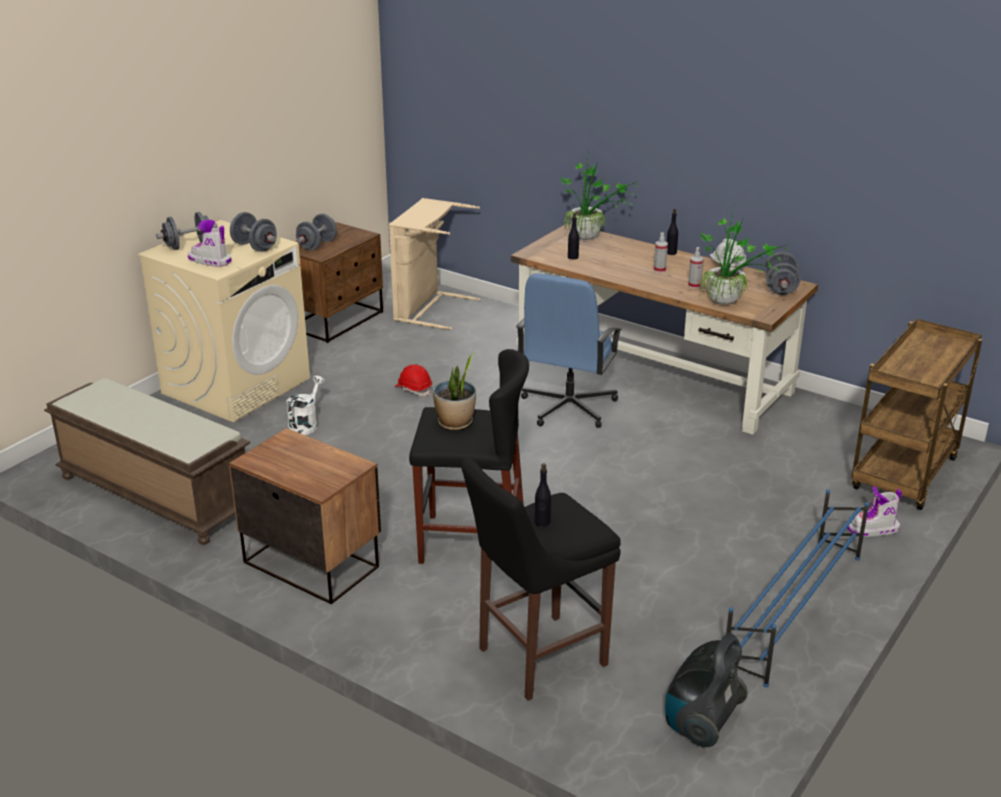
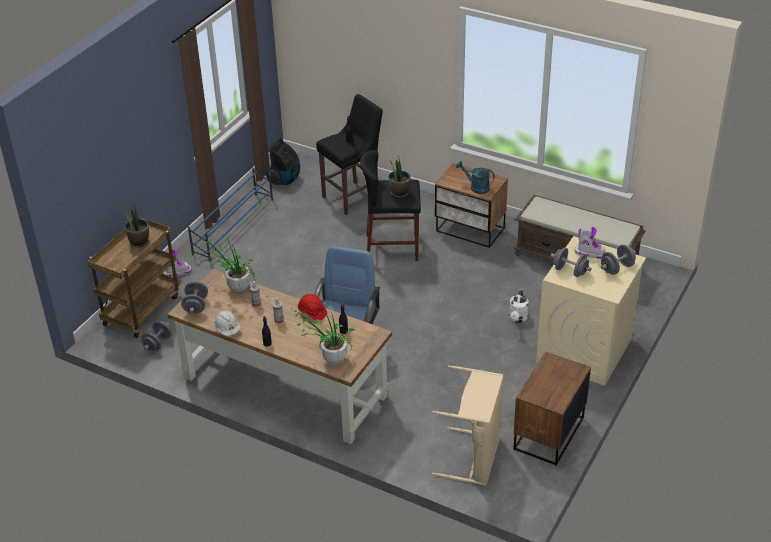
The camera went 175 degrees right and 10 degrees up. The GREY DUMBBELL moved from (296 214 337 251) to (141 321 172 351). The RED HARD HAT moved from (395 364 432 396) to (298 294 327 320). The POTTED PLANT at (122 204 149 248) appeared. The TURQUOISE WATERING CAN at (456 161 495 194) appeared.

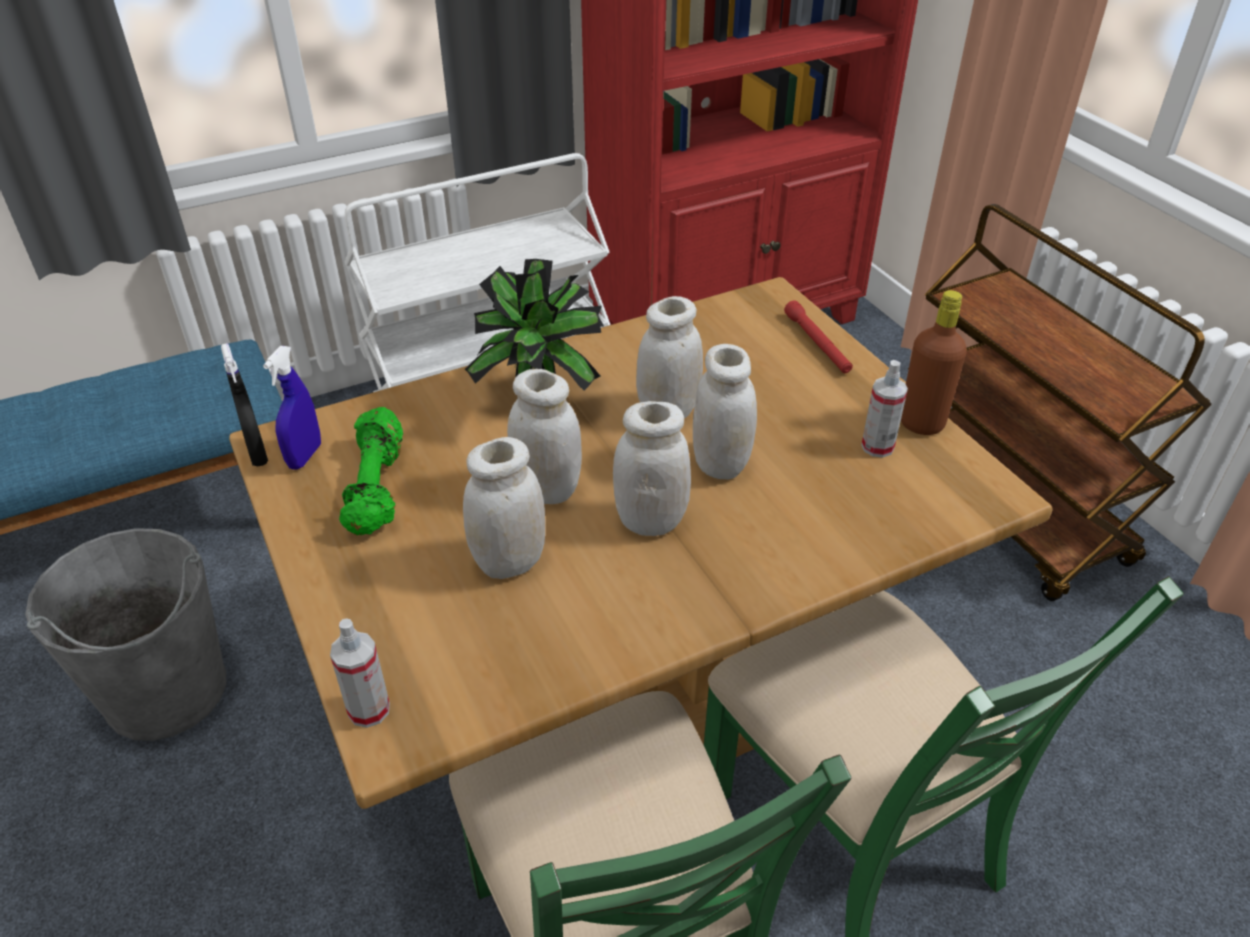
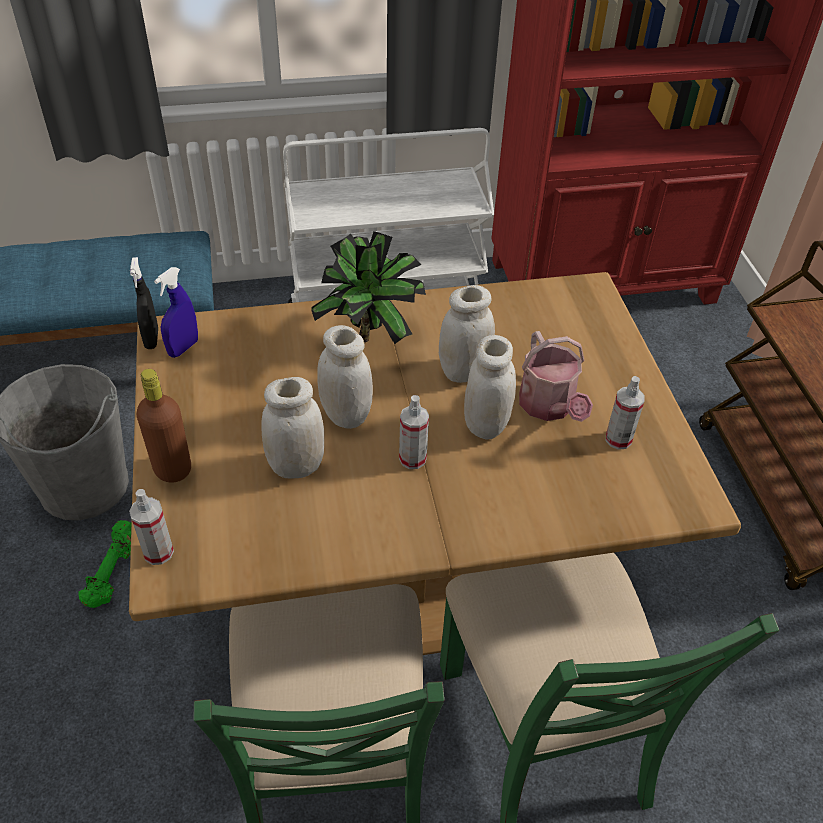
The camera went 15 degrees right and 5 degrees up. The GREEN DUMBBELL moved from (339 407 403 535) to (78 520 131 608). The WHITE JAR at (613 401 691 536) was replaced by the SPRAY BOTTLE at (399 395 429 469). The RED FLASHLIGHT at (784 300 853 373) disappeared. The BROWN BOTTLE moved from (901 290 967 435) to (136 369 191 482). The WATERING CAN at (519 331 593 422) appeared.

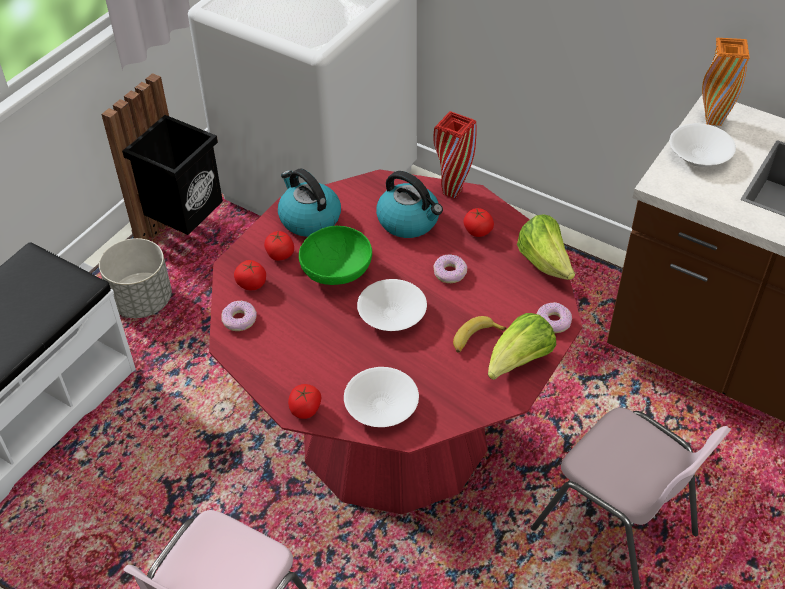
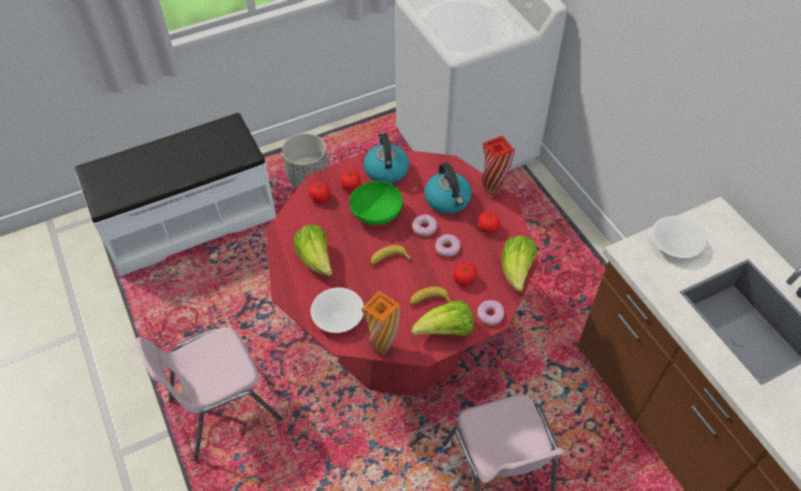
The camera went 30 degrees right and 5 degrees up. The BLACK TRASH CAN at (101 73 223 240) disappeared. The DONUT moved from (221 301 257 331) to (412 214 437 236). The TOMATO moved from (288 384 321 419) to (453 263 477 286). The WHITE BOWL at (357 279 427 331) was replaced by the BANANA at (370 245 413 265). The ORANGE VASE moved from (702 38 750 126) to (361 291 400 356). The LETTUCE at (294 224 333 276) appeared.

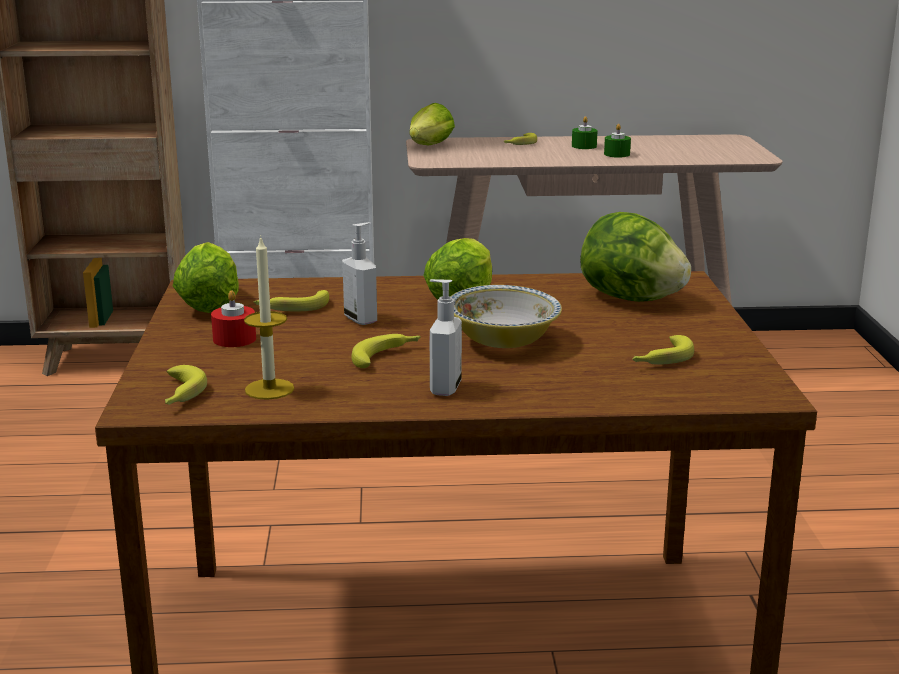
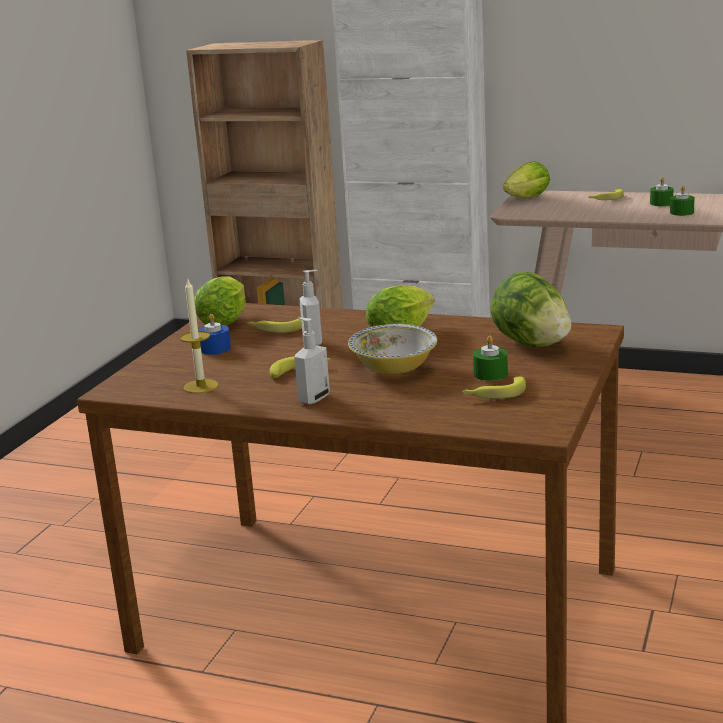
The camera went 25 degrees right and 0 degrees up. The BANANA at (165 365 207 405) disappeared. The RED CANDLE at (211 290 256 347) became the BLUE CANDLE at (198 314 231 355). The GREEN CANDLE at (473 336 508 381) appeared.

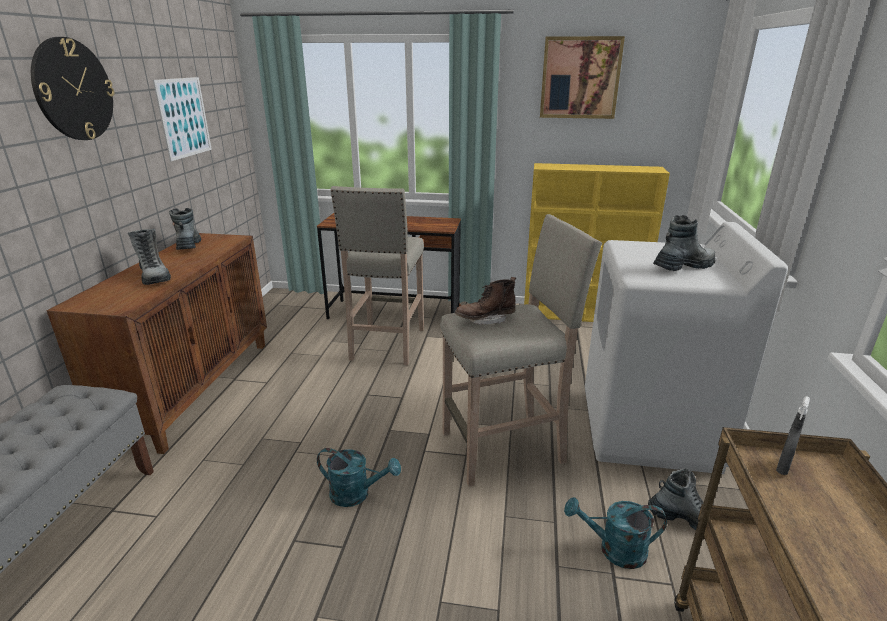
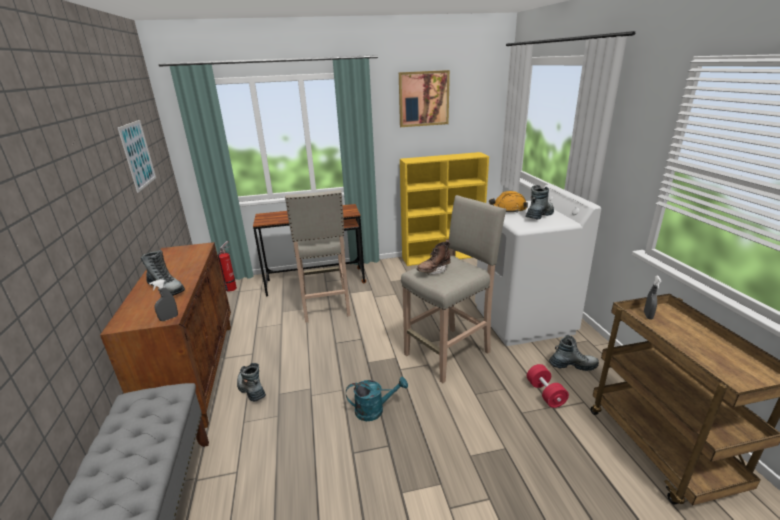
The camera went 20 degrees left and 0 degrees up. The WALL CLOCK at (31 37 114 140) disappeared. The BOOT moved from (169 208 201 250) to (237 363 266 402). The TURQUOISE WATERING CAN at (564 497 667 569) was replaced by the RED DUMBBELL at (527 364 569 408). The GREY SPRAY BOTTLE at (149 279 178 321) appeared. The FIRE EXTINGUISHER at (218 241 237 292) appeared. The ORANGE HARD HAT at (489 191 528 212) appeared.

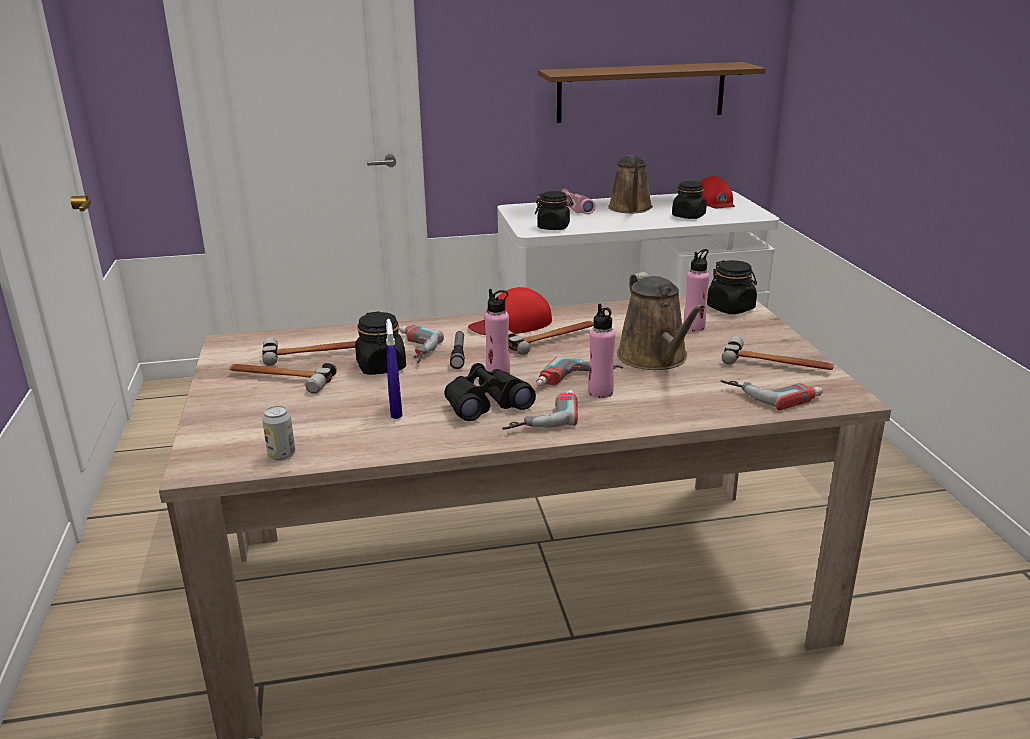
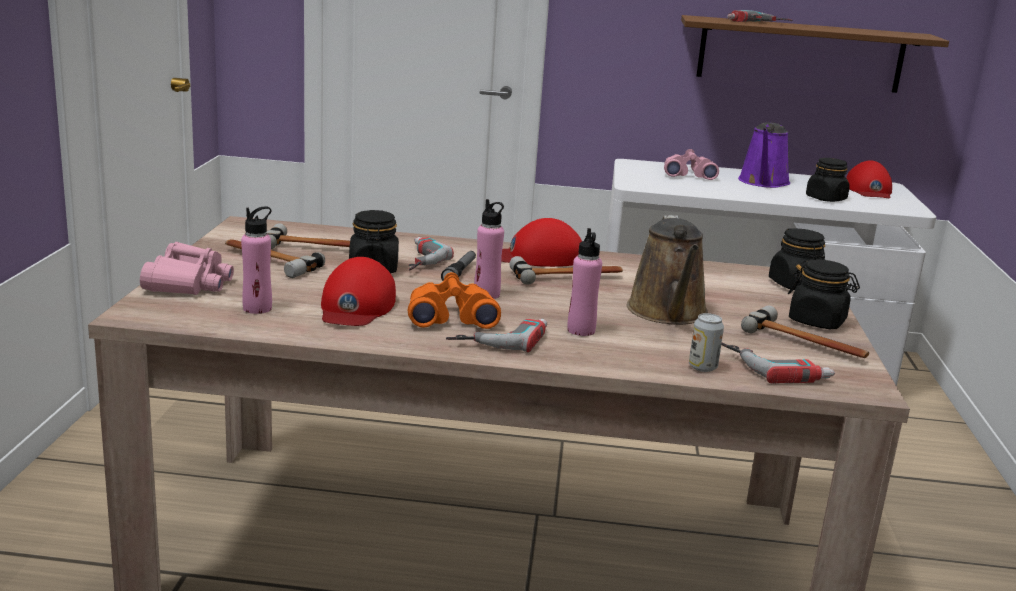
The camera went 15 degrees right and 5 degrees down. The CAN moved from (262 406 295 461) to (689 313 724 372). The BLUE SPRAY BOTTLE at (386 319 402 419) was replaced by the RED CAP at (321 257 396 326). The BLACK BINOCULARS at (444 363 536 421) became the ORANGE BINOCULARS at (408 272 501 329). The BLACK JAR moved from (535 191 574 230) to (788 260 860 329). The POWER DRILL moved from (536 356 623 387) to (727 10 793 22). The BROWN WATERING CAN at (608 156 653 213) became the PURPLE WATERING CAN at (738 122 790 188). The PINK BOTTLE moved from (683 249 709 332) to (241 206 272 314). The PINK BINOCULARS at (140 242 234 295) appeared.

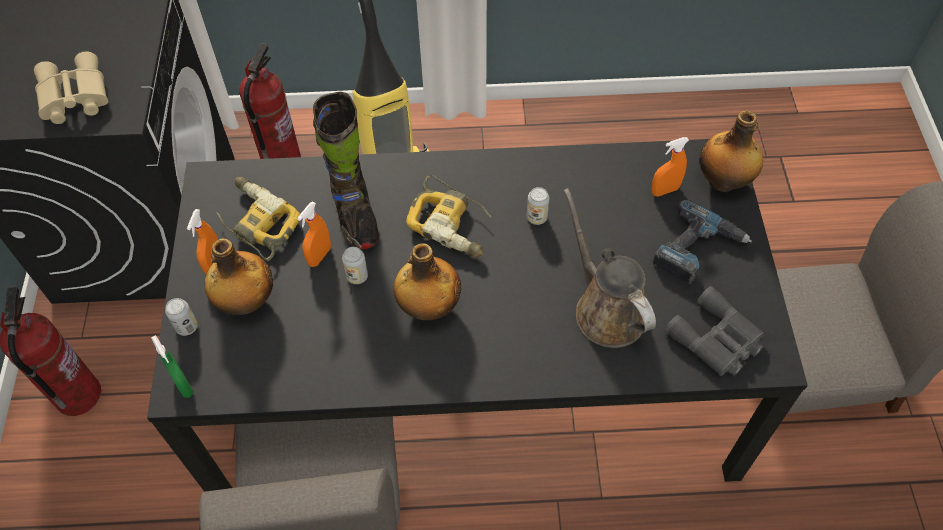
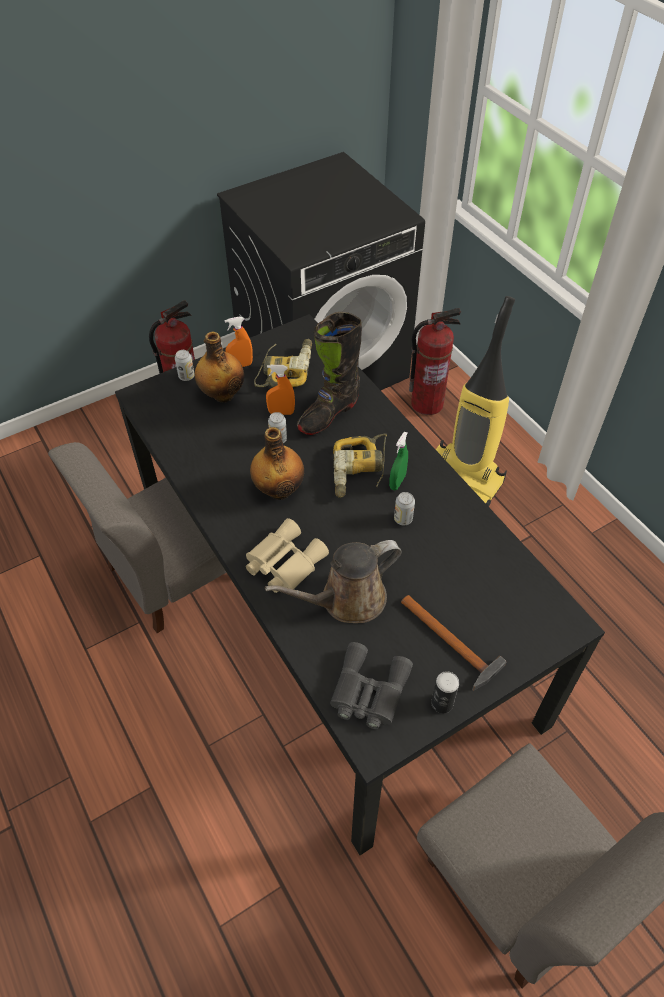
The camera went 60 degrees right and 5 degrees down. The BEIGE BINOCULARS moved from (34 51 108 124) to (246 518 329 593). The GREEN SPRAY BOTTLE moved from (151 335 193 398) to (389 431 408 490). The BROWN WATERING CAN at (564 188 656 348) turned 150 degrees counterclockwise. The ORANGE SPRAY BOTTLE at (651 137 689 196) disappeared. The POWER DRILL at (653 200 752 284) was replaced by the HAMMER at (401 595 507 691). The BOTTLE at (699 110 763 192) disappeared. The CAN at (431 671 459 713) appeared.

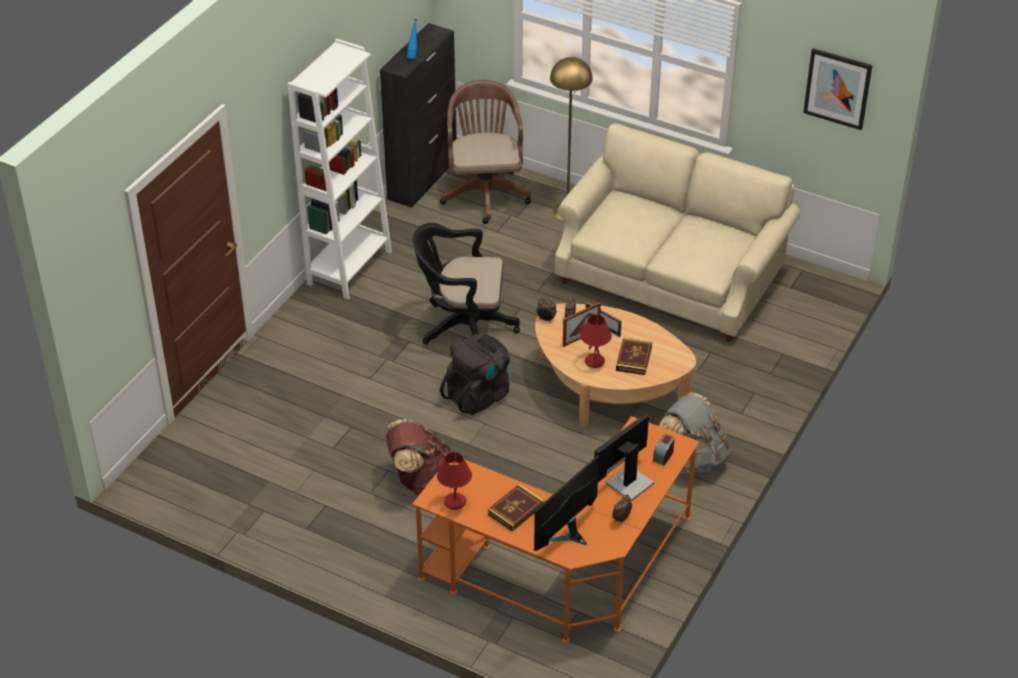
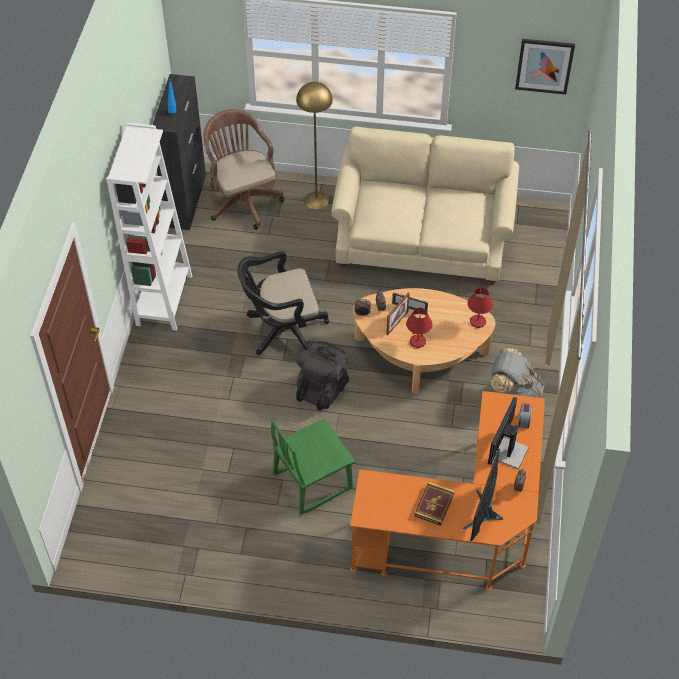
The camera went 20 degrees left and 10 degrees up. The BROWN BACKPACK at (386 419 452 496) was replaced by the GREEN CHAIR at (271 419 356 515). The RED TABLE LAMP moved from (437 452 472 510) to (468 287 493 328). The BOOK at (616 337 652 375) disappeared.

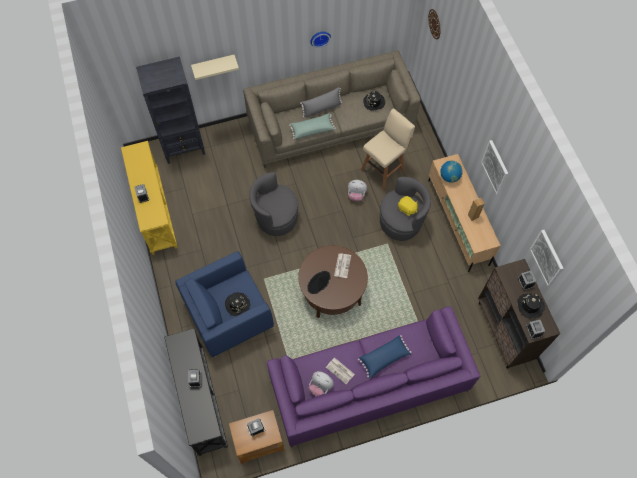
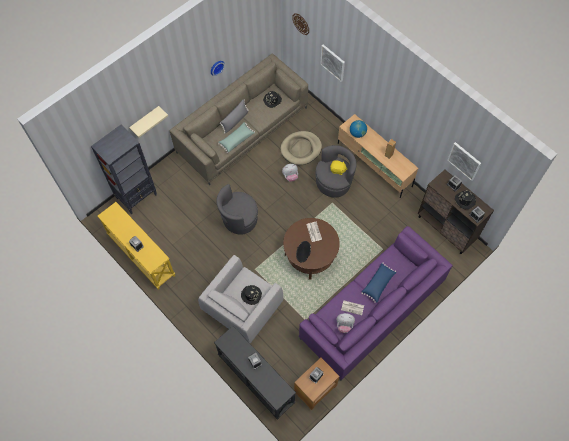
The camera went 25 degrees left and 0 degrees up. The BLUE ARMCHAIR at (175 251 274 357) became the GREY ARMCHAIR at (198 255 284 343). The BEIGE STOOL at (361 108 415 190) was replaced by the BEIGE DOG BED at (280 131 322 165). The PICTURE moved from (481 140 508 195) to (320 44 345 82).

